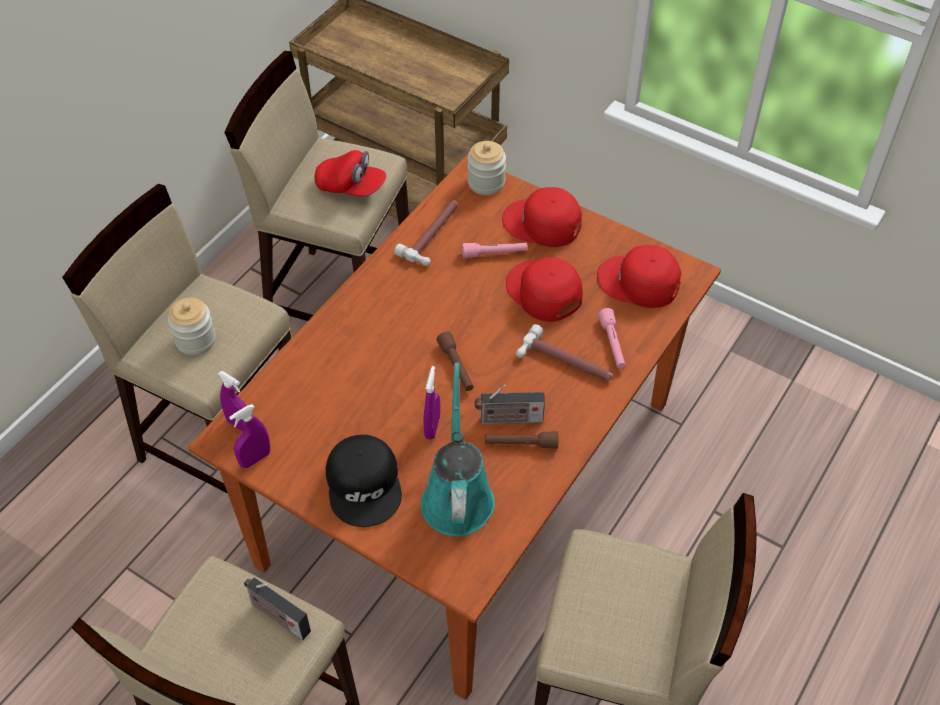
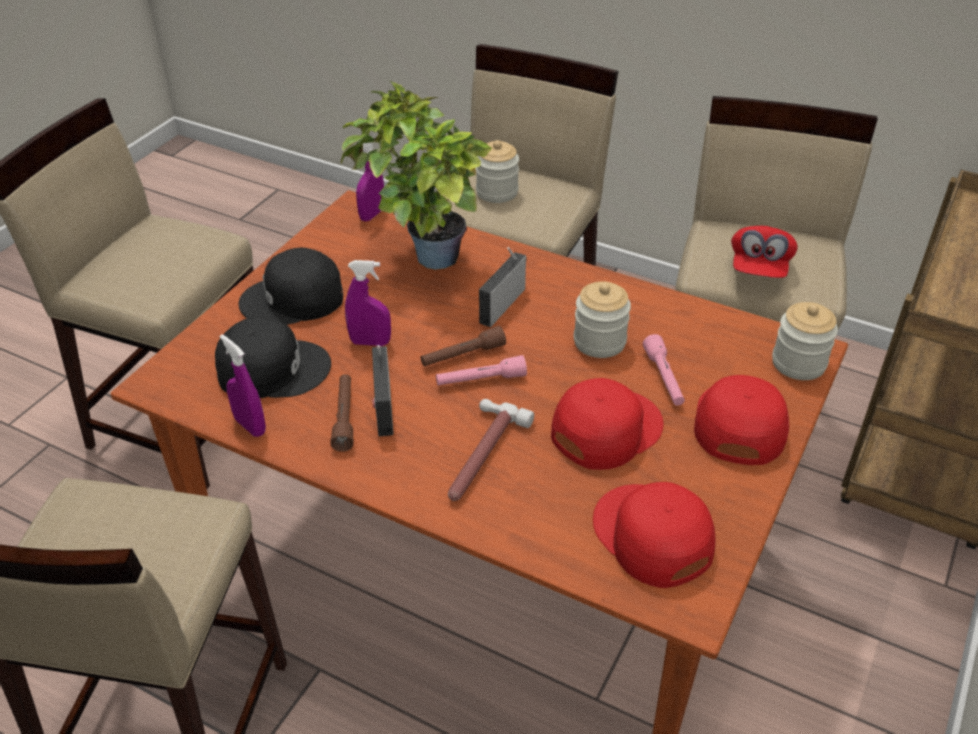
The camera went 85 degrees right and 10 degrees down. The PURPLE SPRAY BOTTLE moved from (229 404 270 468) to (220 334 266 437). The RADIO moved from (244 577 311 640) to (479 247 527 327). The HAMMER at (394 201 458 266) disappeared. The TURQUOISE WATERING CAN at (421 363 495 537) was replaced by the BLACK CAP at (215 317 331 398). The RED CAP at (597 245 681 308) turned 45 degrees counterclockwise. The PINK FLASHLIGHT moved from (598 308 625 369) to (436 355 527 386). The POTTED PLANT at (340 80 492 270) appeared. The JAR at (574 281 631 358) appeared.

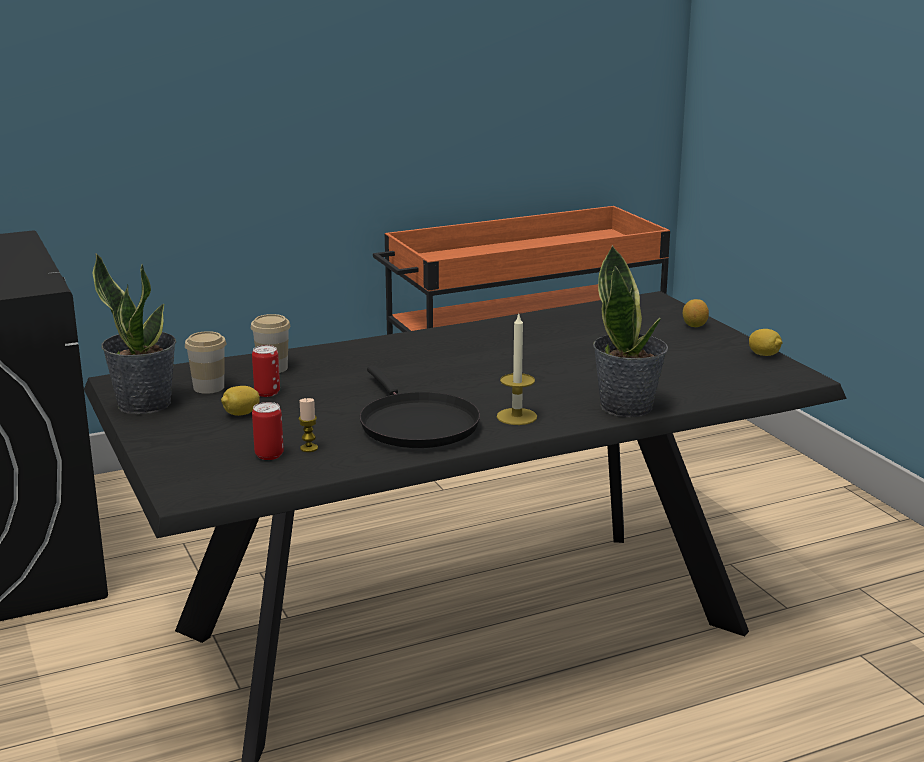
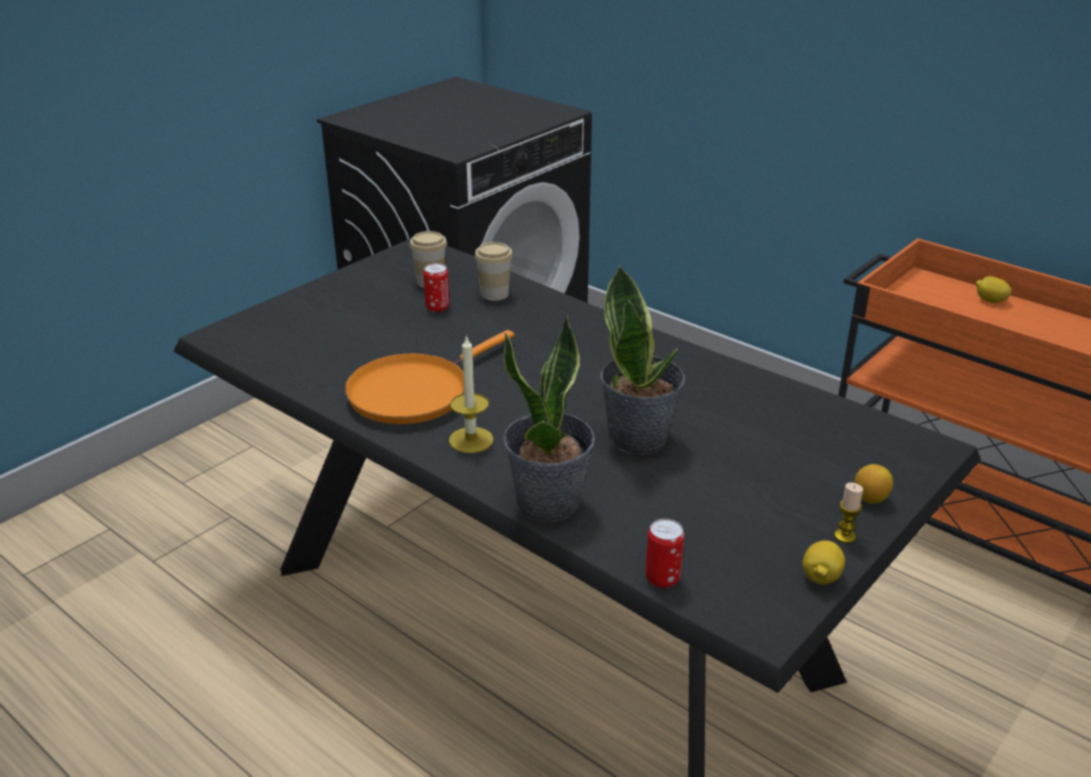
The camera went 65 degrees right and 10 degrees up. The POTTED PLANT moved from (93 253 176 414) to (601 265 685 455). The LEMON moved from (221 386 260 416) to (976 276 1011 303). The CAN moved from (252 402 284 460) to (646 519 684 588). The CANDLE moved from (298 398 318 452) to (834 483 863 543). The BLACK FRYING PAN at (359 366 480 448) became the ORANGE FRYING PAN at (345 330 514 424).

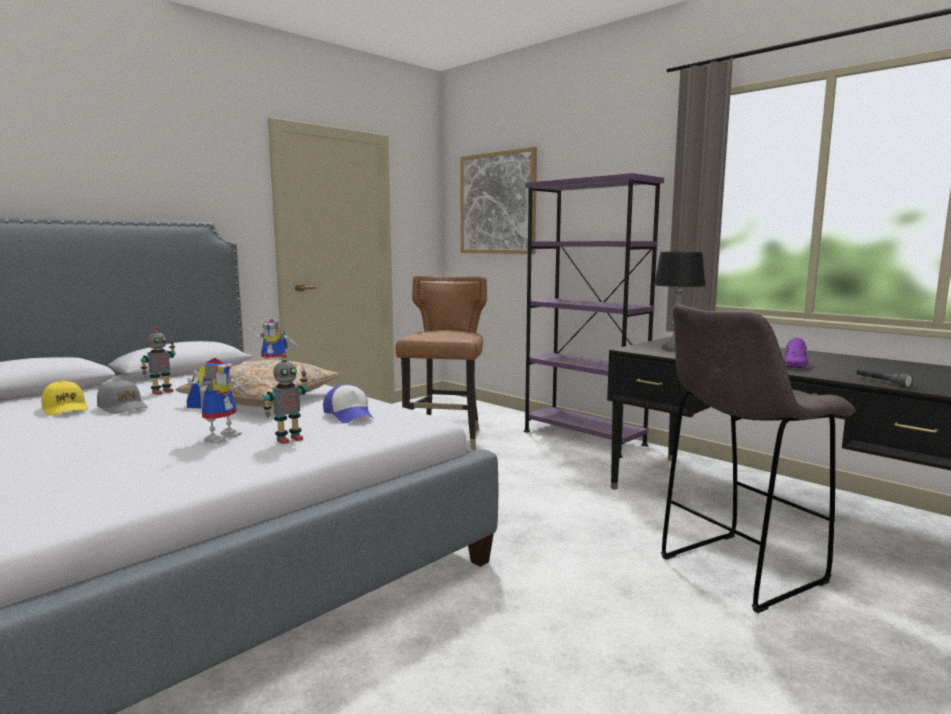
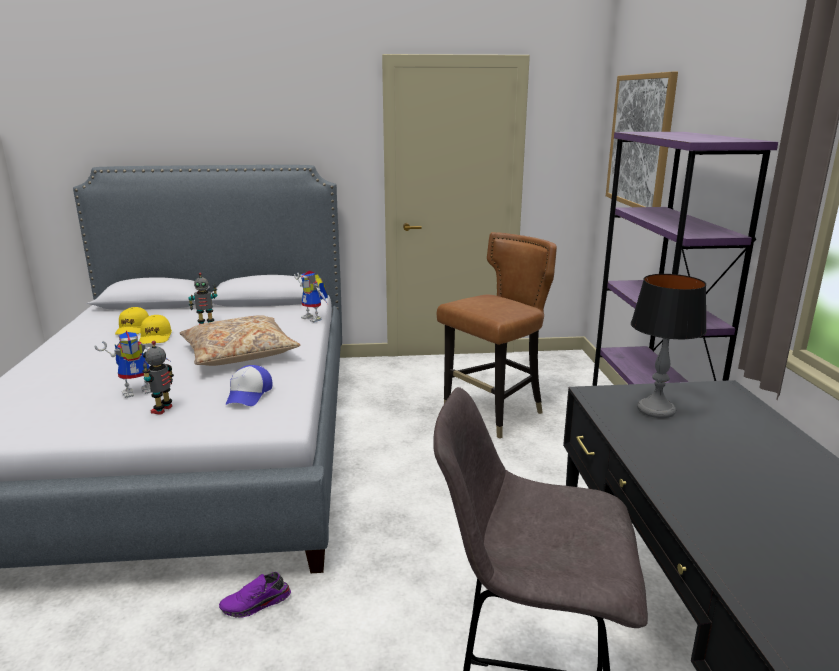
The camera went 40 degrees right and 10 degrees up. The GREY CAP at (97 379 148 414) became the YELLOW CAP at (139 315 172 344). The TOY ROBOT at (264 353 308 444) turned 105 degrees clockwise. The PURPLE SHOE moved from (784 338 811 368) to (219 572 291 618). The GREY FLASHLIGHT at (857 369 913 387) disappeared.

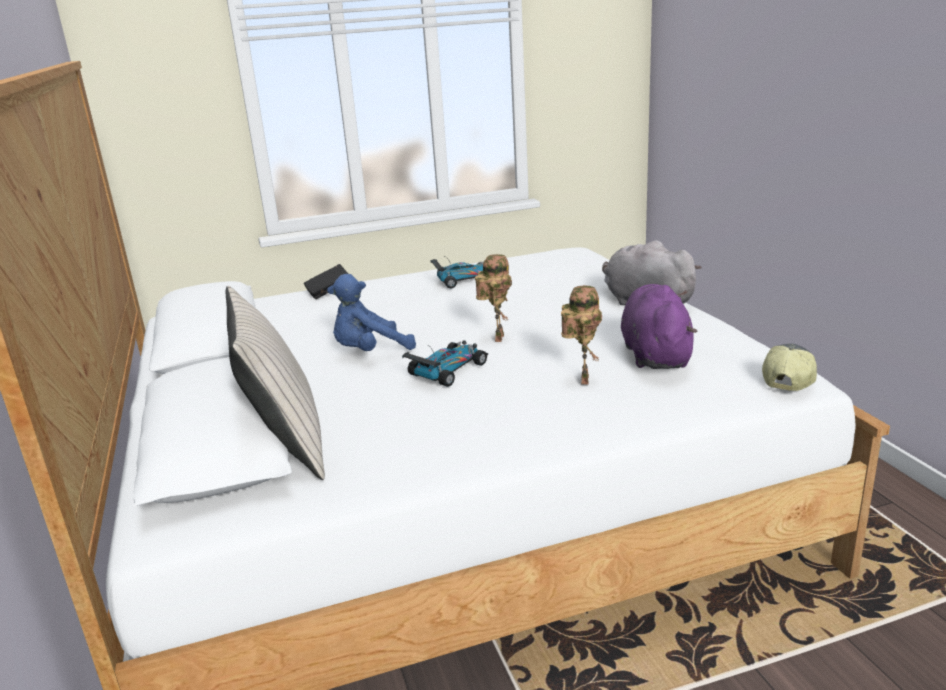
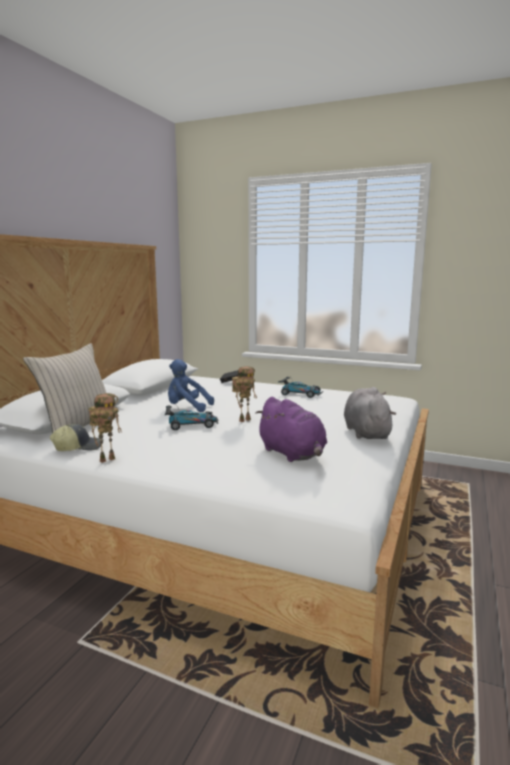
The camera went 40 degrees right and 10 degrees down. The TOY ROBOT moved from (561 285 602 385) to (89 393 122 463). The PURPLE PLUSH TOY at (621 284 697 369) turned 105 degrees clockwise. The CAP moved from (762 344 817 391) to (50 424 104 451).

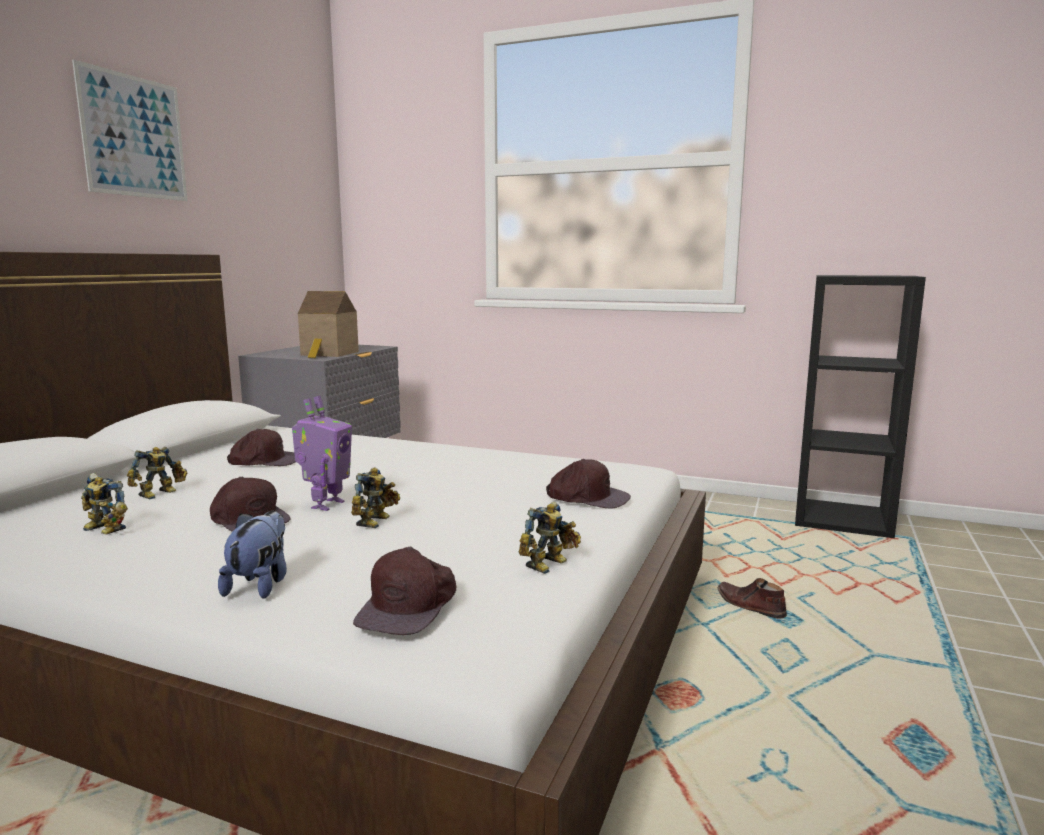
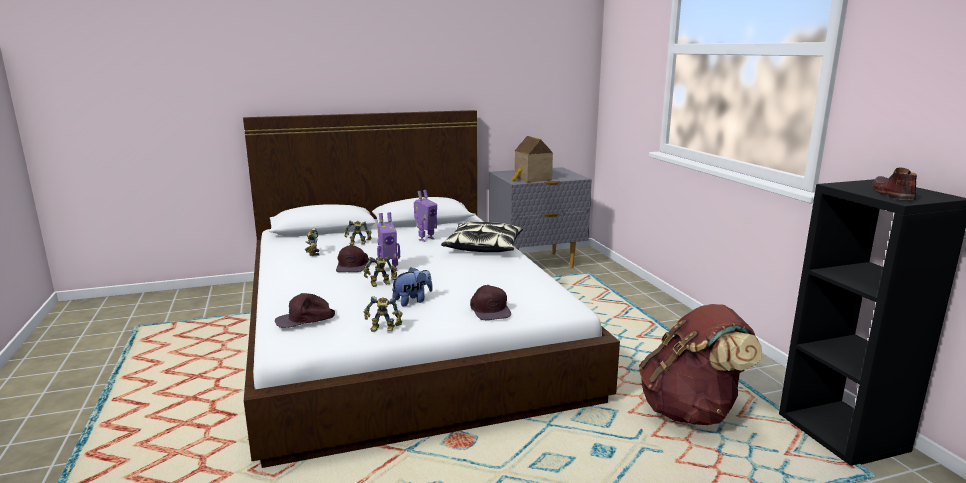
The camera went 50 degrees right and 5 degrees up. The PICTURE at (72 60 188 201) disappeared. The PLUSH TOY moved from (218 510 287 599) to (391 267 433 306). The BROWN CAP at (227 429 296 466) was replaced by the TOY ROBOT at (414 190 437 242). The BROWN SHOE moved from (718 578 787 619) to (872 168 917 200). The PILLOW at (441 222 523 252) appeared. The BROWN BACKPACK at (639 304 763 425) appeared.

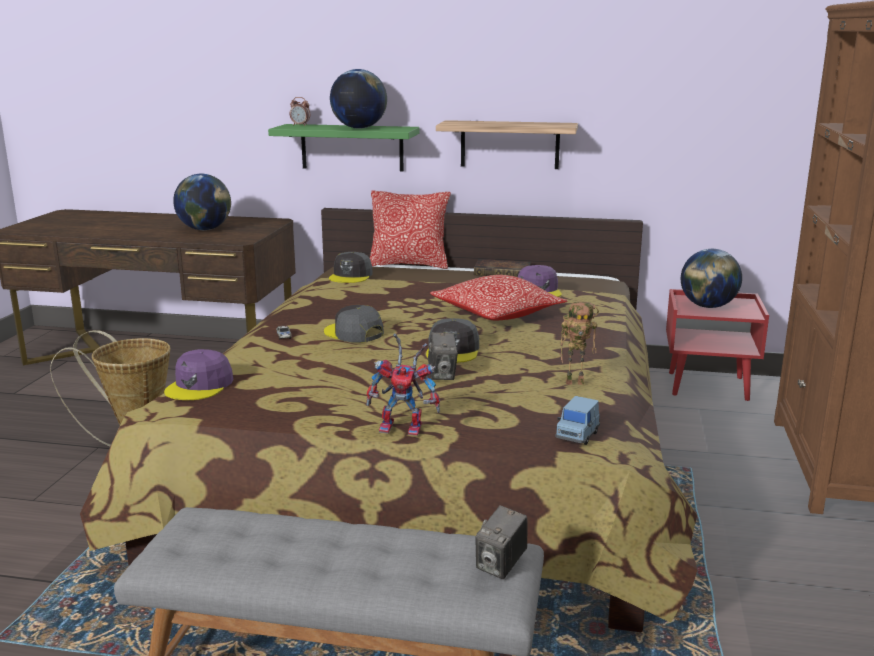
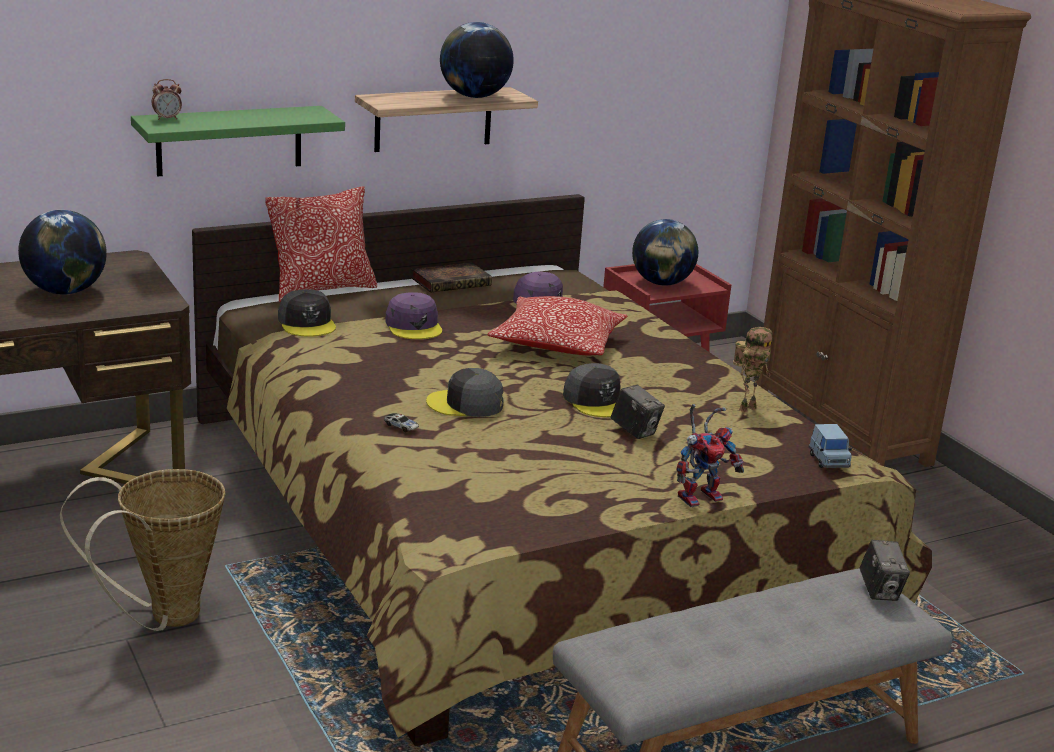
The camera went 40 degrees left and 5 degrees up. The PURPLE CAP moved from (164 349 233 400) to (385 293 442 339). The GLOBE moved from (330 69 387 129) to (440 22 514 98).

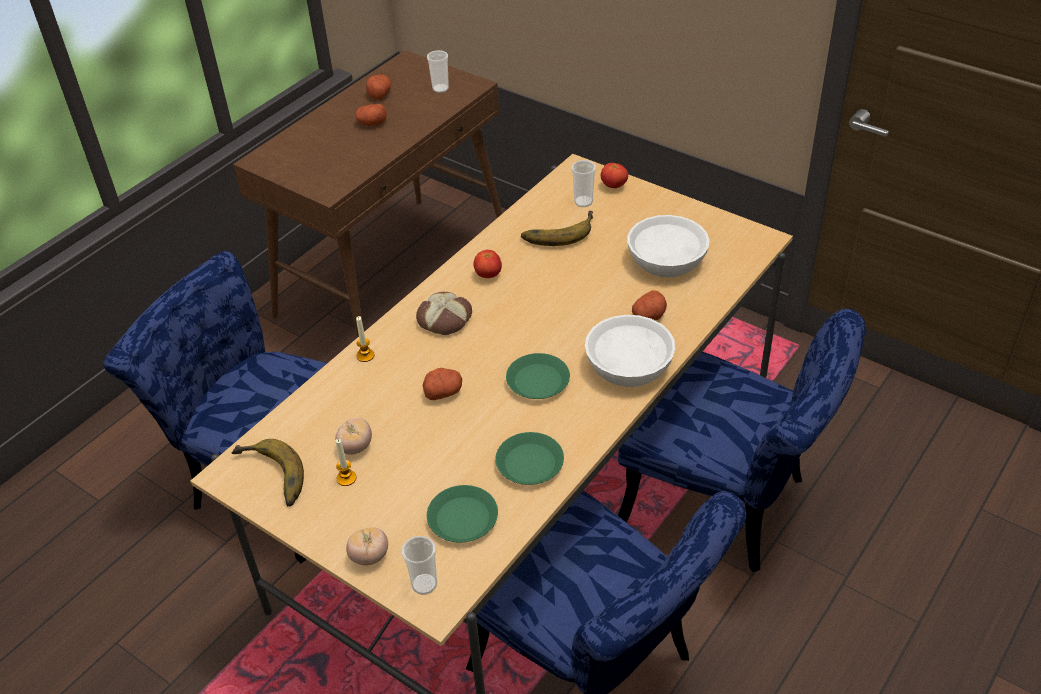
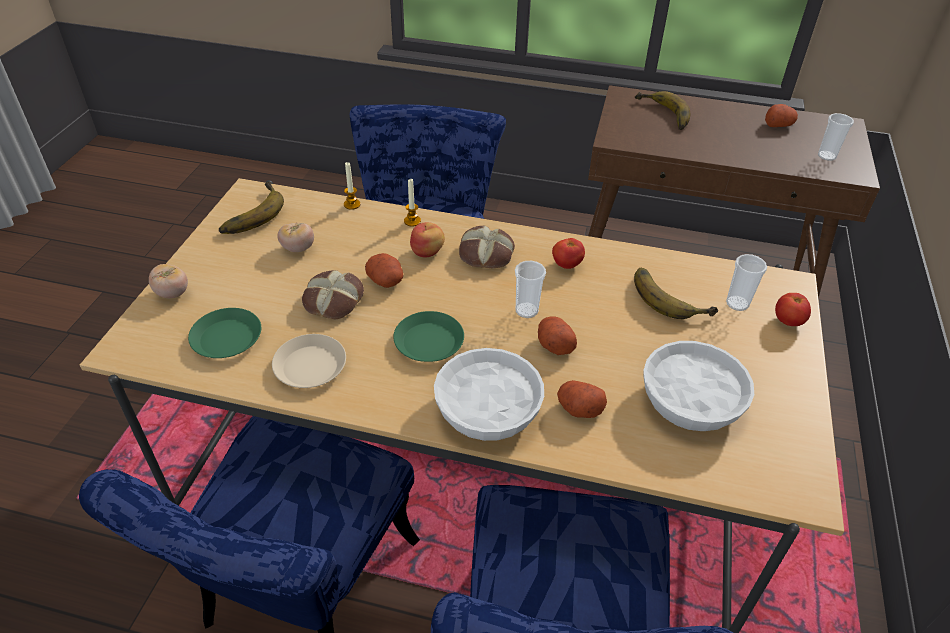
The camera went 65 degrees right and 0 degrees up. The CANDLE moved from (335 439 356 486) to (344 162 361 210). The POTATO moved from (355 104 387 126) to (538 316 577 355). The CUP moved from (402 536 437 595) to (515 261 546 318). The GREEN PLATE at (495 432 564 485) became the BEIGE PLATE at (272 334 346 388). The BREAD at (302 270 364 319) appeared. The APPLE at (410 222 445 257) appeared. The BANANA at (635 91 690 130) appeared.

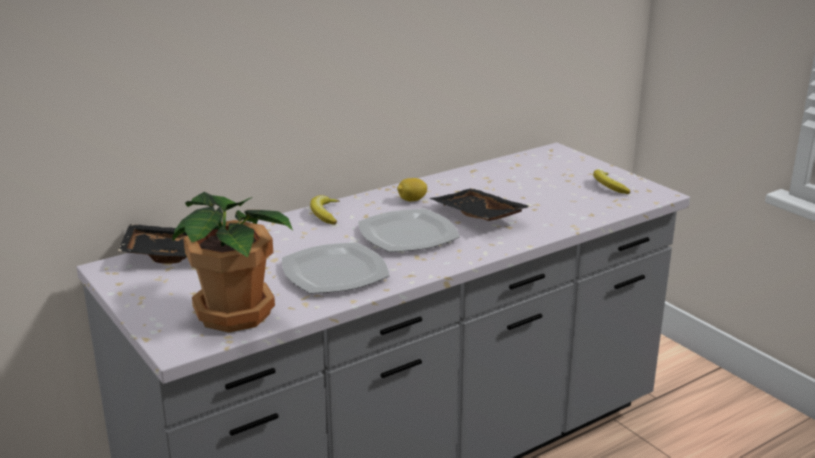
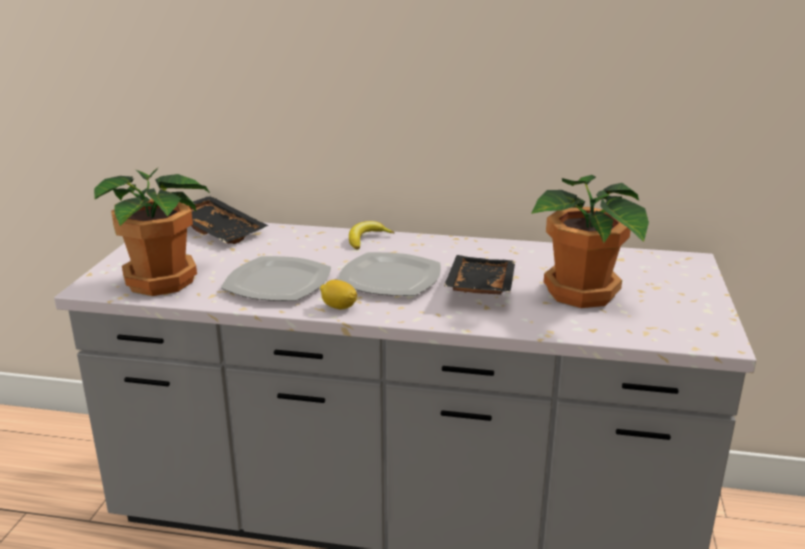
The camera went 45 degrees right and 0 degrees up. The LEMON moved from (397 178 427 201) to (320 280 357 310). The BANANA at (593 169 630 194) disappeared. The POTTED PLANT at (531 175 649 308) appeared.

